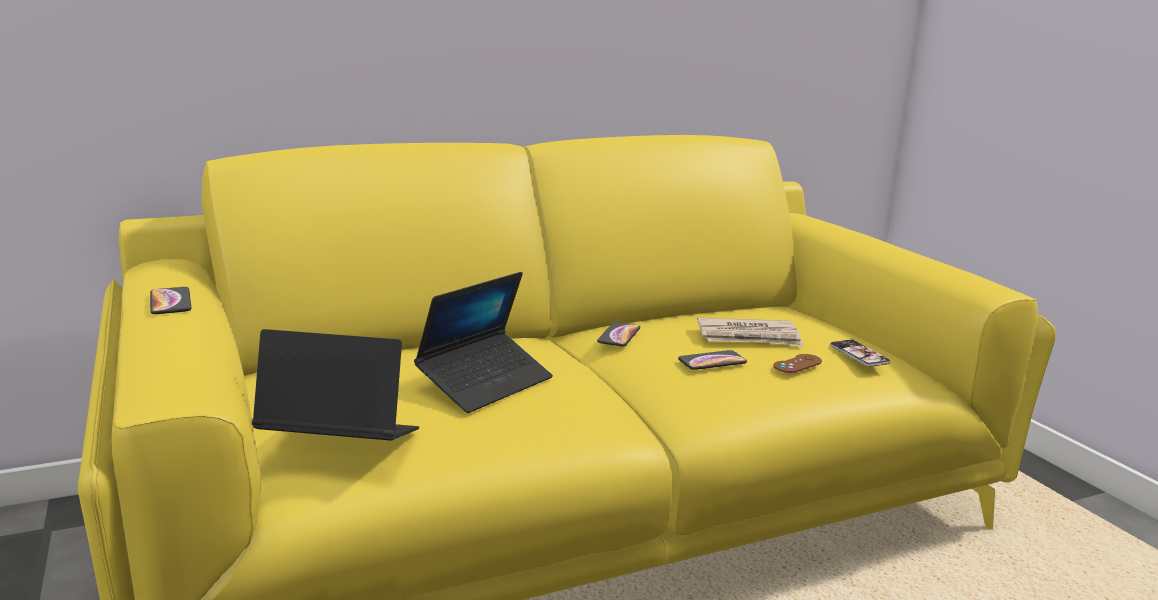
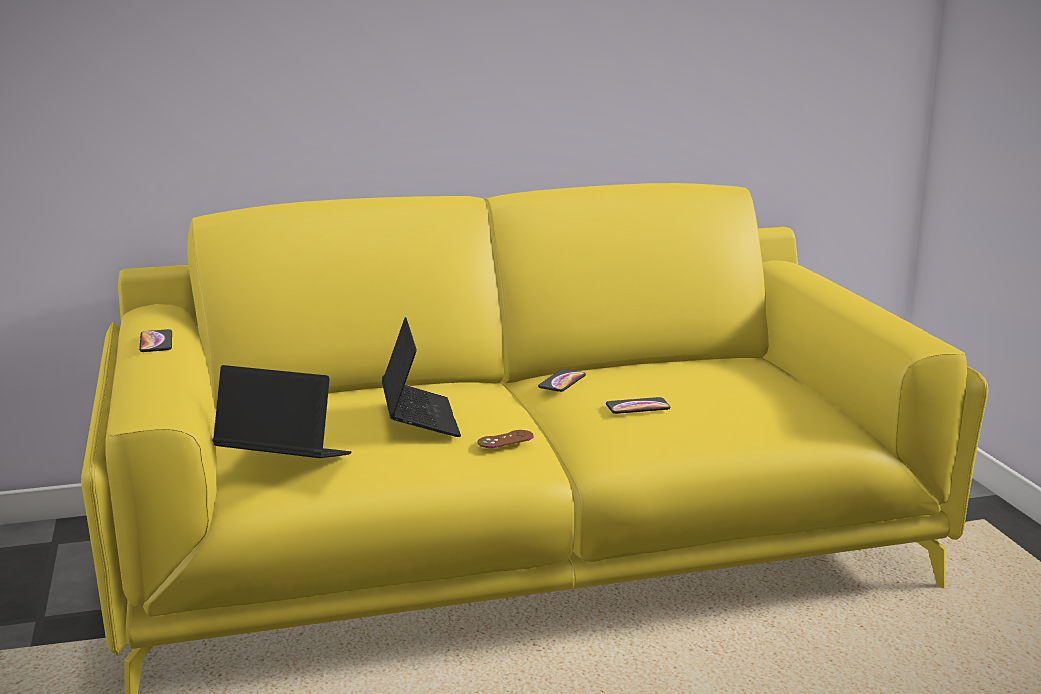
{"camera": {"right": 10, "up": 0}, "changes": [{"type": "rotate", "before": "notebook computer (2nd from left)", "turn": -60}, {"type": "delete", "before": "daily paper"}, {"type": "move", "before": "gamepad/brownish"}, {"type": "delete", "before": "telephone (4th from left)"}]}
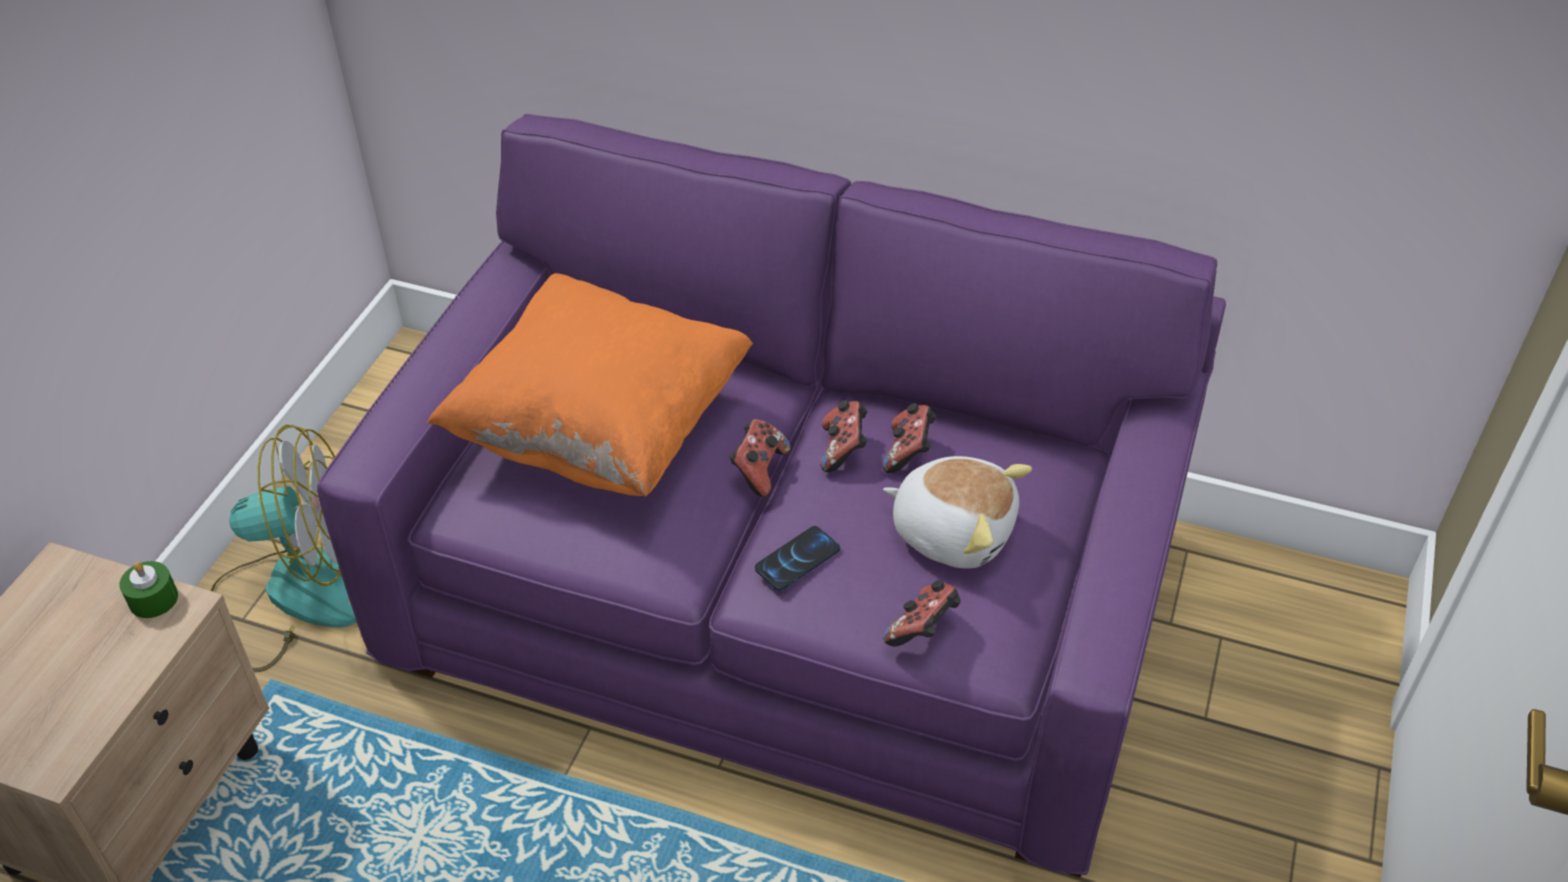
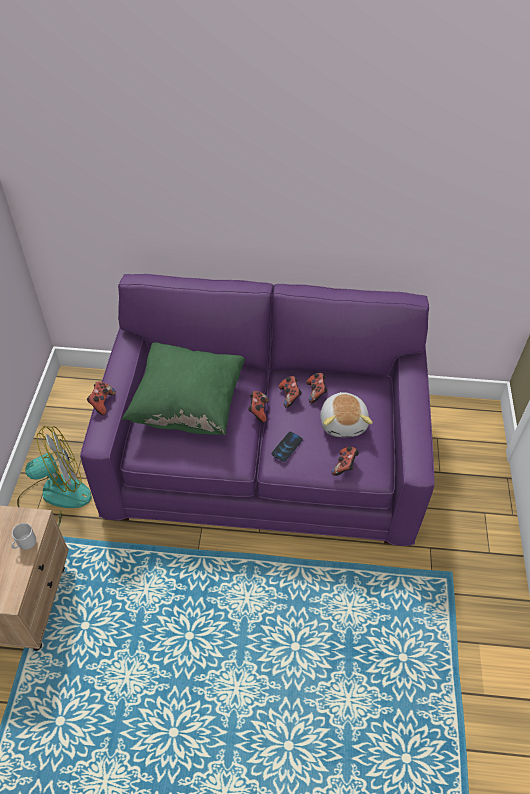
{"camera": {"right": -15, "up": 5}, "changes": [{"type": "delete", "before": "wax light/green-coloured"}, {"type": "recolor", "before": "throw pillow/orangey", "after": "throw pillow/green-coloured"}, {"type": "rotate", "before": "plush toy", "turn": 75}, {"type": "insert", "after": "tea mug"}, {"type": "insert", "after": "gamepad (1st from left)"}]}
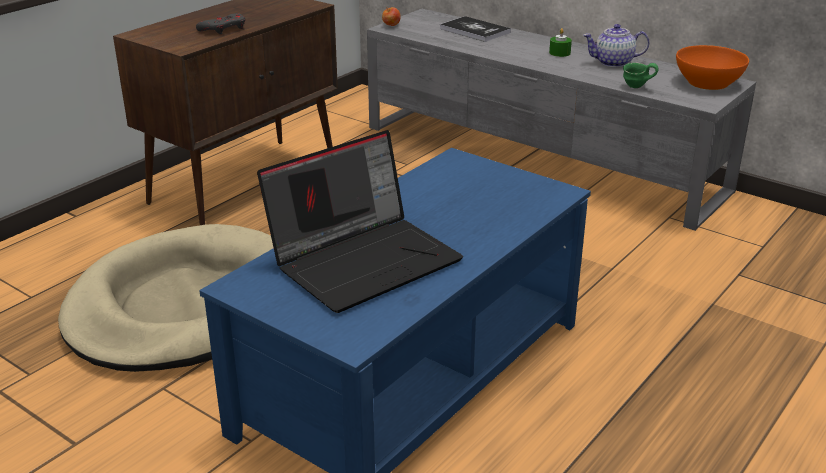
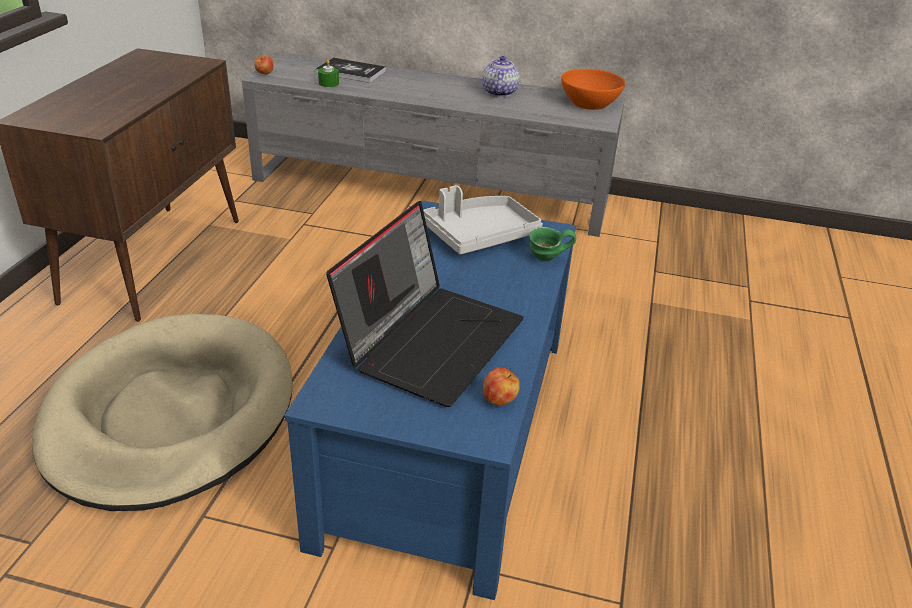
{"camera": {"right": -25, "up": 5}, "changes": [{"type": "delete", "before": "gamepad/greyish"}, {"type": "move", "before": "wax light/green-coloured"}, {"type": "rotate", "before": "tea pot", "turn": 120}, {"type": "move", "before": "tea mug/green-coloured"}, {"type": "insert", "after": "carrying tray/greyish"}, {"type": "insert", "after": "apple (2nd from left)"}]}
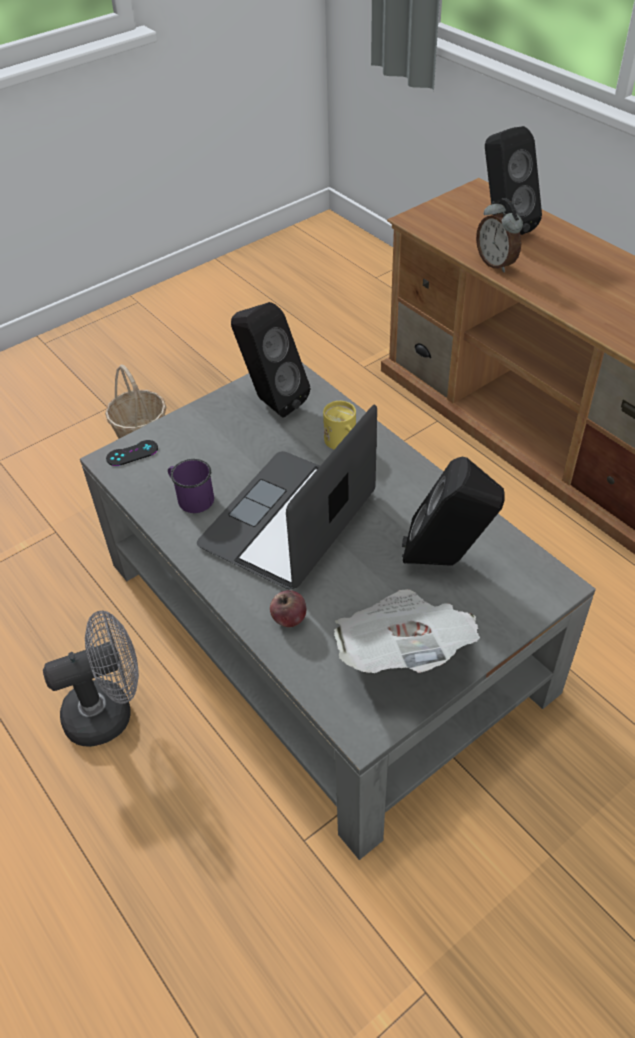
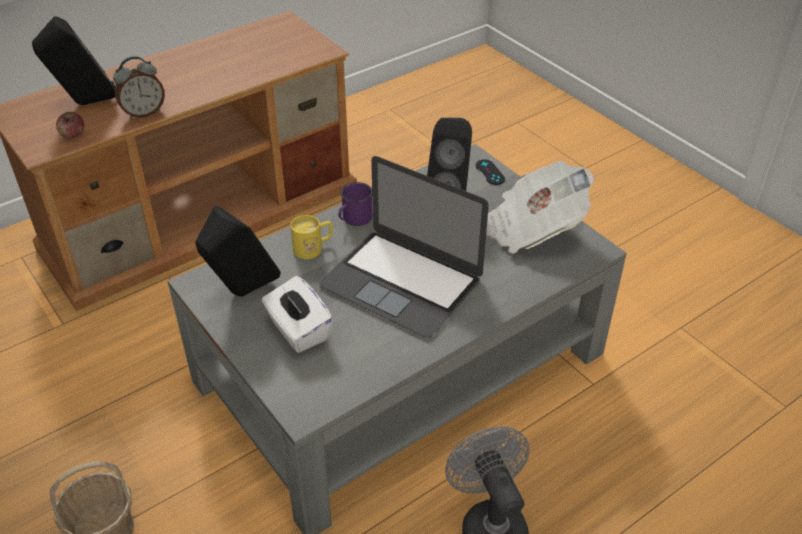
{"camera": {"right": -90, "up": -5}, "changes": [{"type": "move", "before": "gamepad/blackish"}, {"type": "move", "before": "tea mug/purplish"}, {"type": "move", "before": "apple"}, {"type": "insert", "after": "box of tissues/white-coloured"}]}
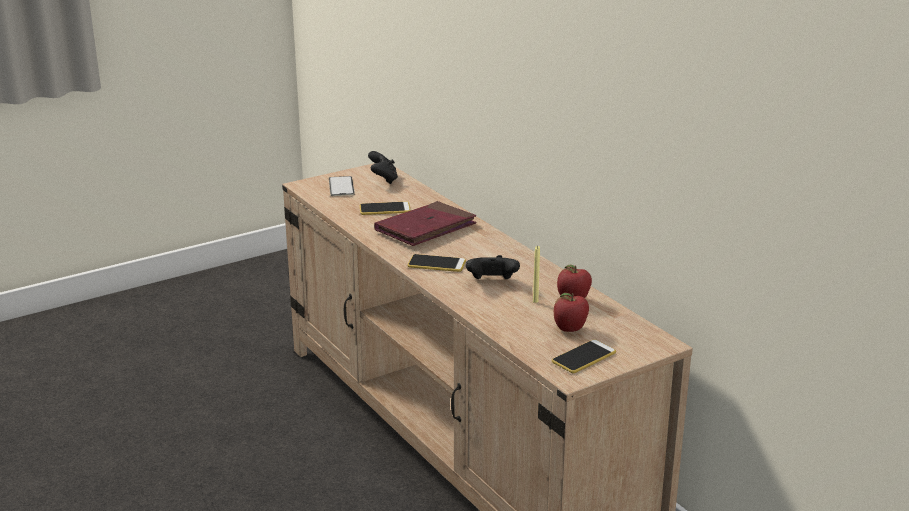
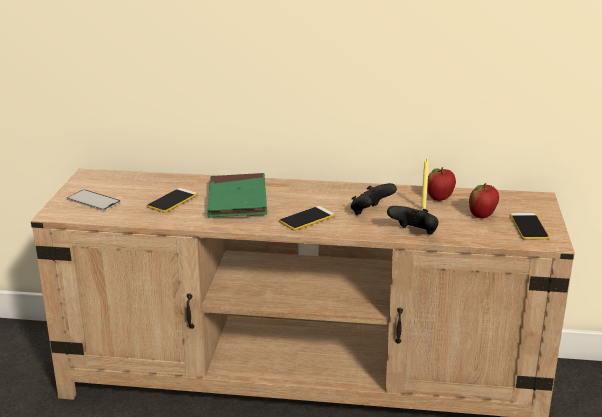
{"camera": {"right": -50, "up": 0}, "changes": [{"type": "move", "before": "gamepad/blackish (1st from left in the first image)", "after": "gamepad/blackish (2nd from left)"}, {"type": "recolor", "before": "book/red", "after": "book/green-coloured"}]}
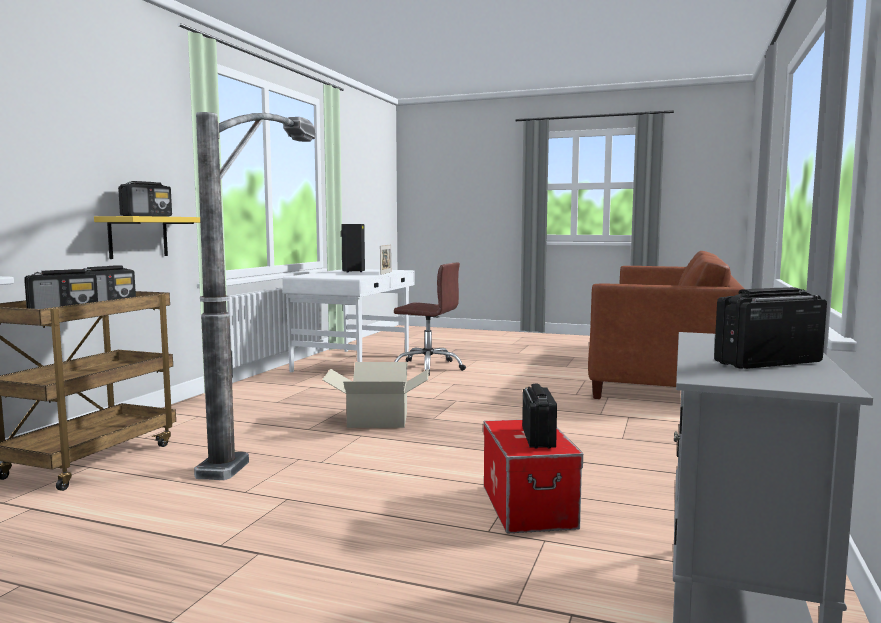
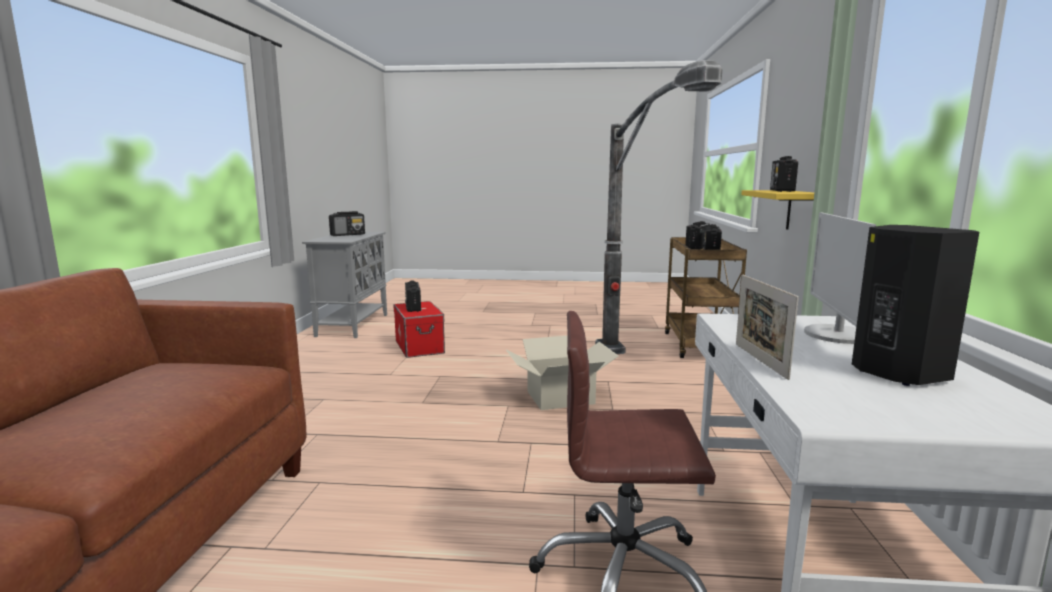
{"camera": {"right": 165, "up": 5}, "changes": [{"type": "insert", "after": "computer screen"}]}
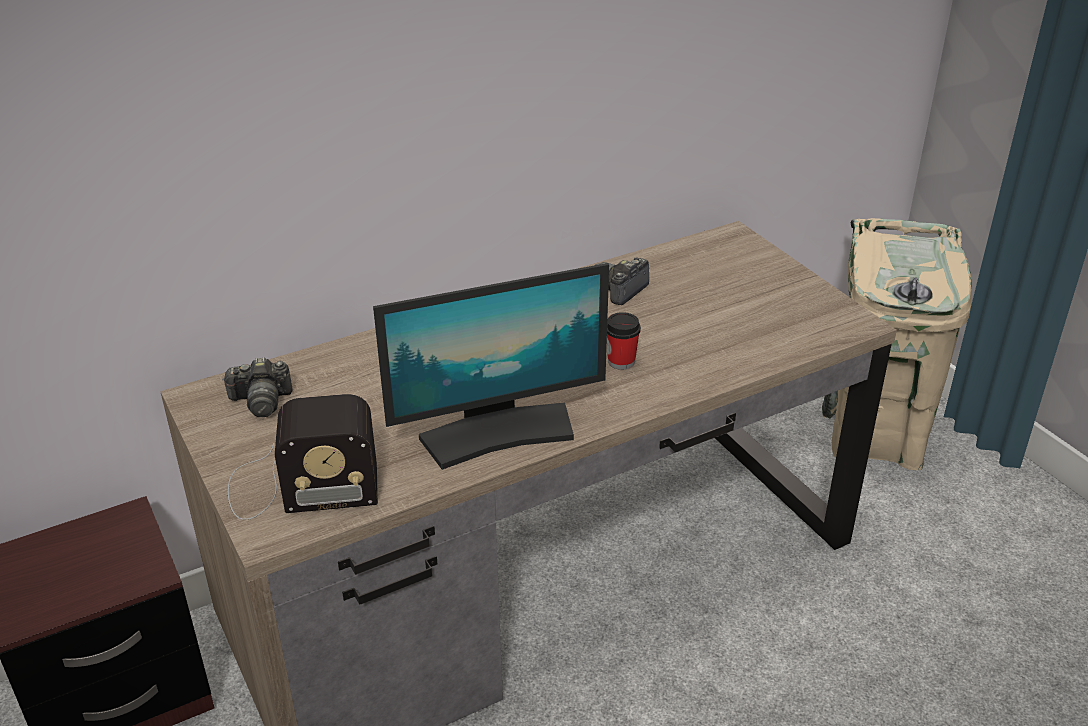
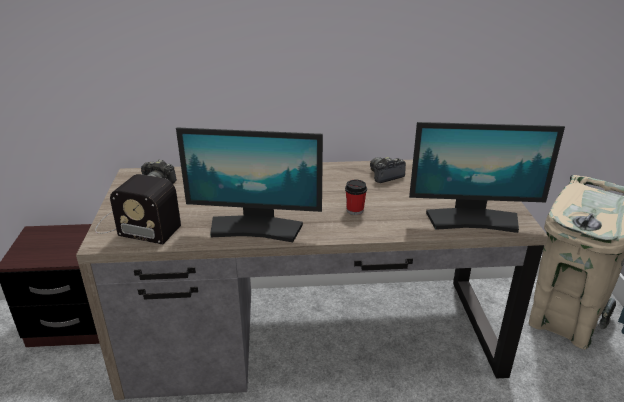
{"camera": {"right": 25, "up": -5}, "changes": [{"type": "insert", "after": "computer screen (2nd from left)"}]}
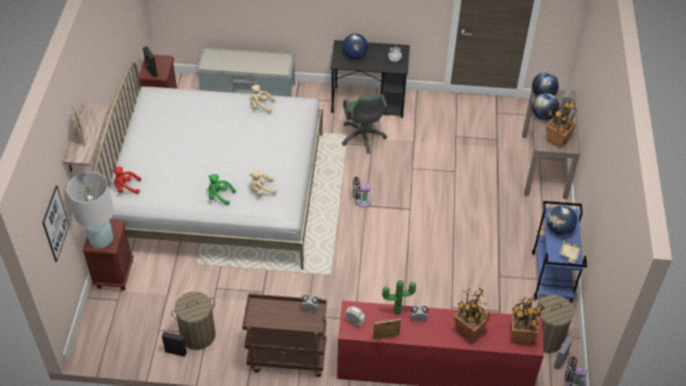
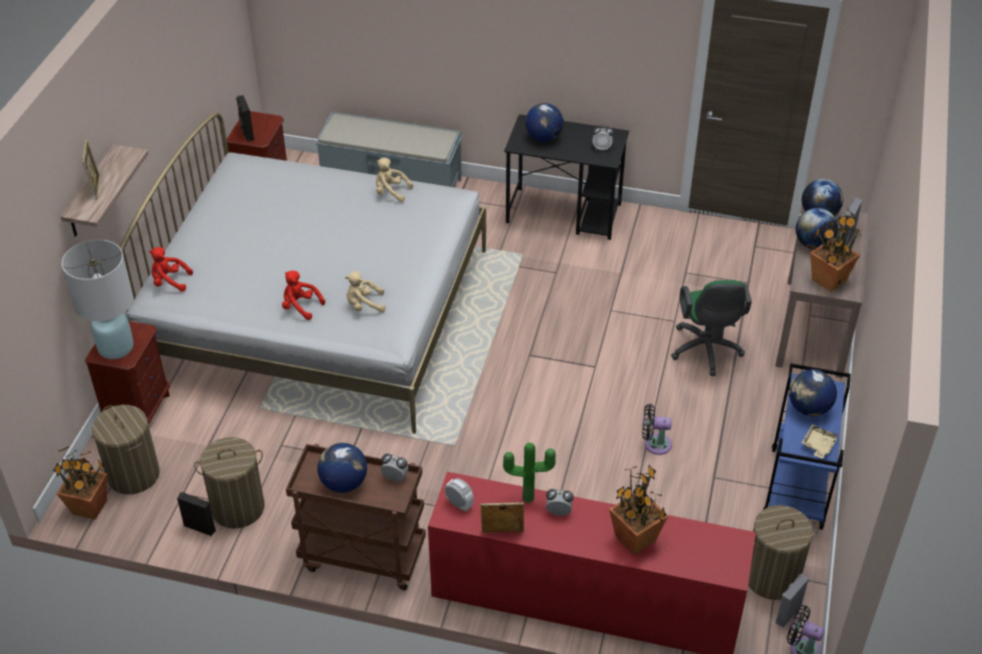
{"camera": {"right": 10, "up": -5}, "changes": [{"type": "delete", "before": "picture"}, {"type": "recolor", "before": "plush toy/green-coloured", "after": "plush toy/red (2nd from left)"}, {"type": "move", "before": "desk chair/green-coloured"}, {"type": "move", "before": "electric fan/blackish (1st from left)"}, {"type": "move", "before": "houseplant (3rd from left in the first image)", "after": "houseplant (1st from left)"}, {"type": "insert", "after": "washing basket (1st from left)"}, {"type": "insert", "after": "desk globe (1st from left)"}]}
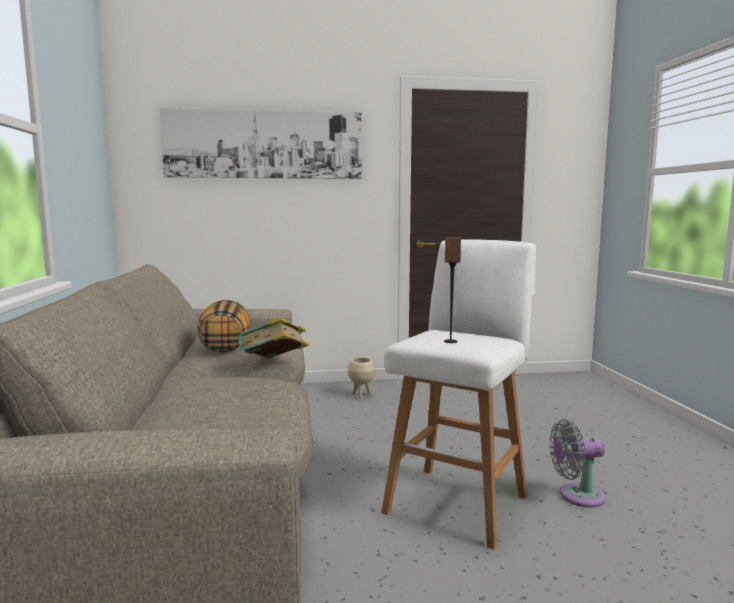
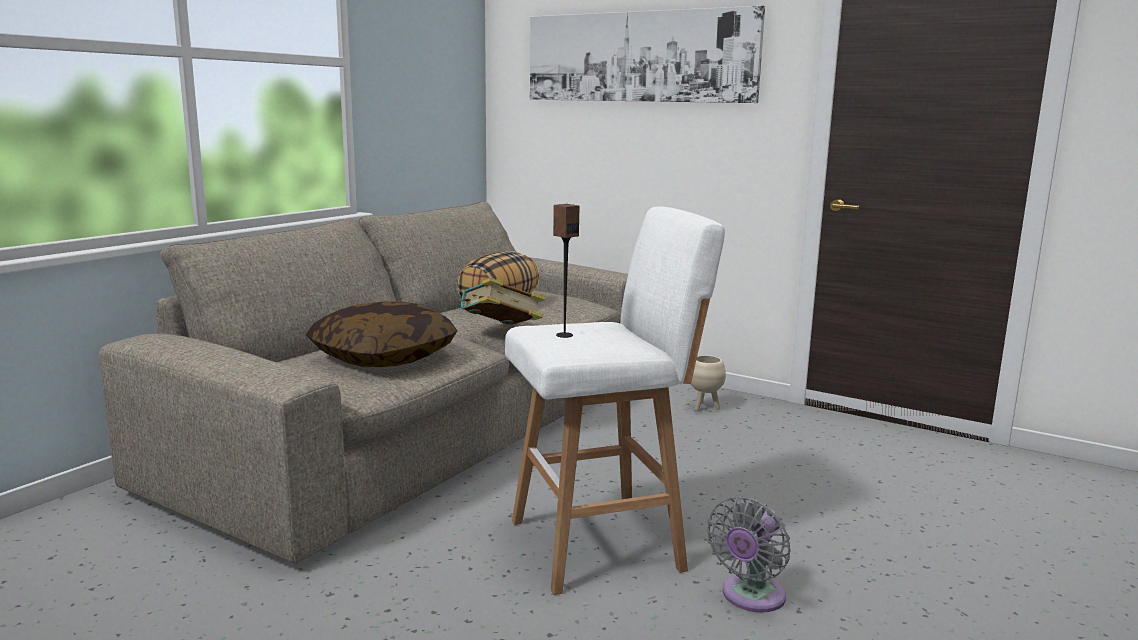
{"camera": {"right": 40, "up": 5}, "changes": [{"type": "rotate", "before": "electric fan/greyish", "turn": -90}, {"type": "insert", "after": "throw pillow (1st from left)"}]}
